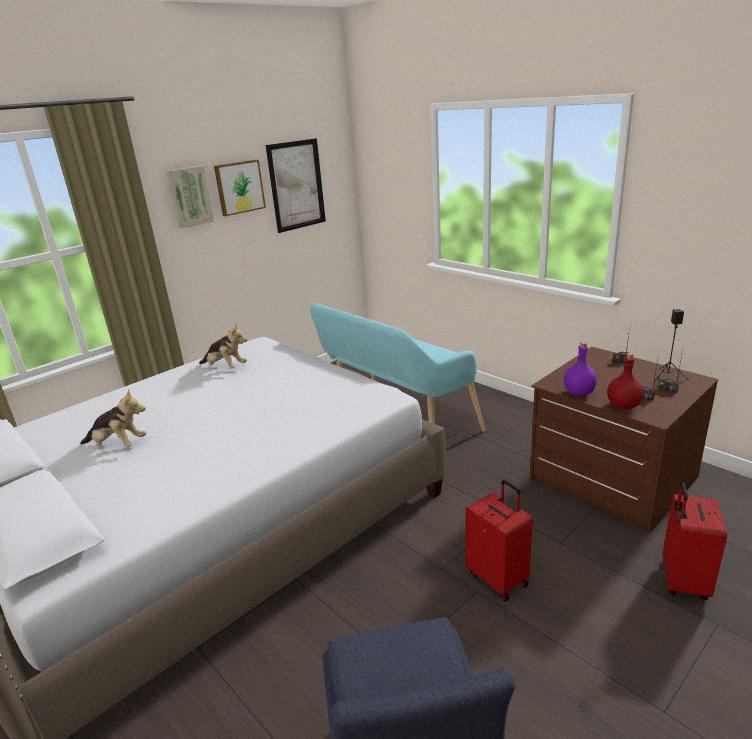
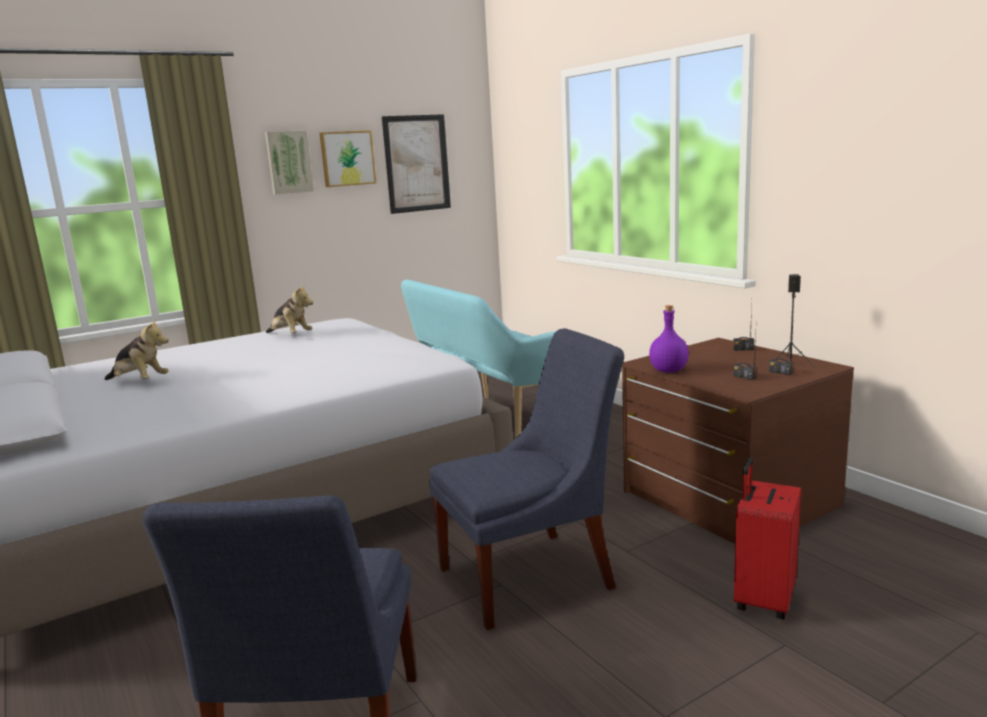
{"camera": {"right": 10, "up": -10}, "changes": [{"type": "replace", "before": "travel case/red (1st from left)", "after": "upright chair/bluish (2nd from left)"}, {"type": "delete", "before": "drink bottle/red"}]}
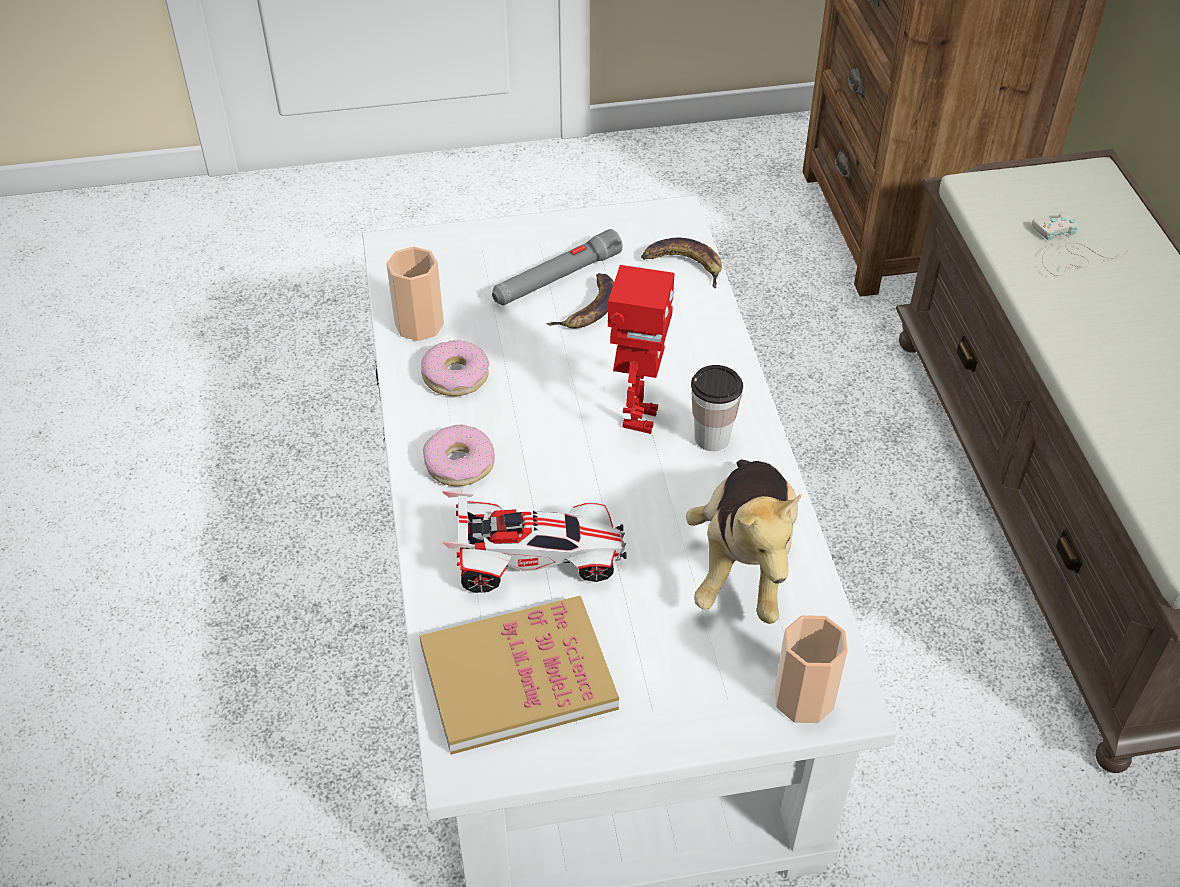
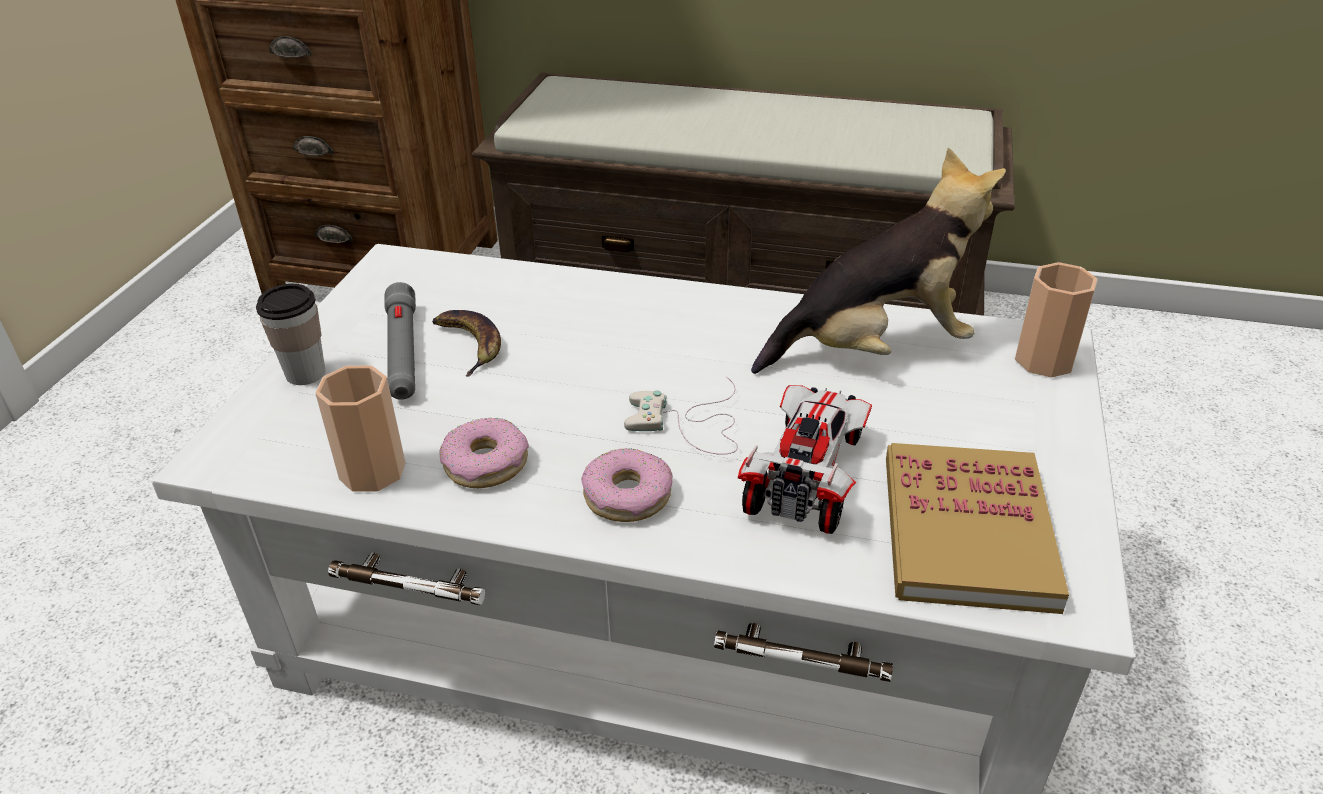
{"camera": {"right": -65, "up": -10}, "changes": [{"type": "delete", "before": "robot figure"}, {"type": "delete", "before": "banana (2nd from left)"}, {"type": "rotate", "before": "plush toy", "turn": -45}, {"type": "move", "before": "small cup (2nd from left in the first image)", "after": "small cup (1st from left)"}, {"type": "move", "before": "gamepad/white-coloured"}]}
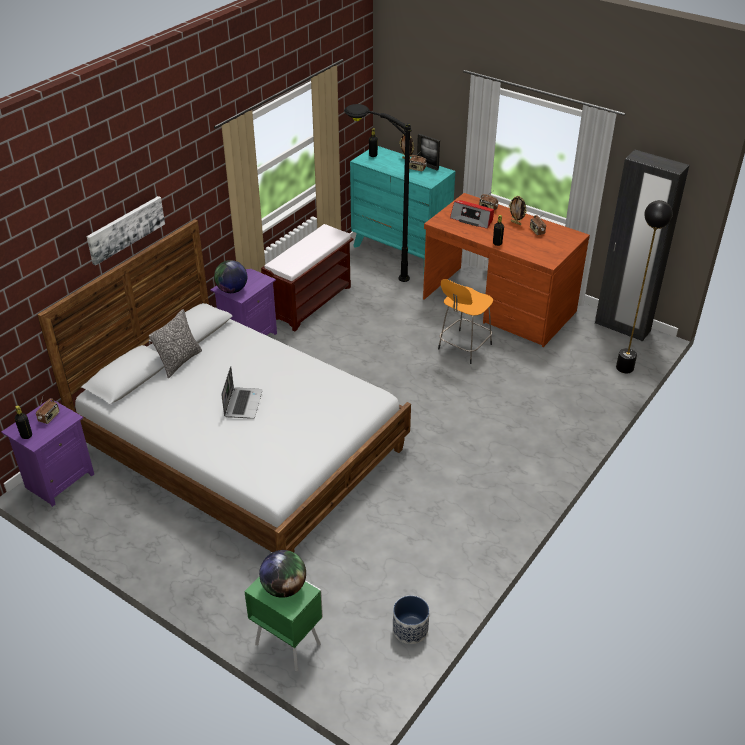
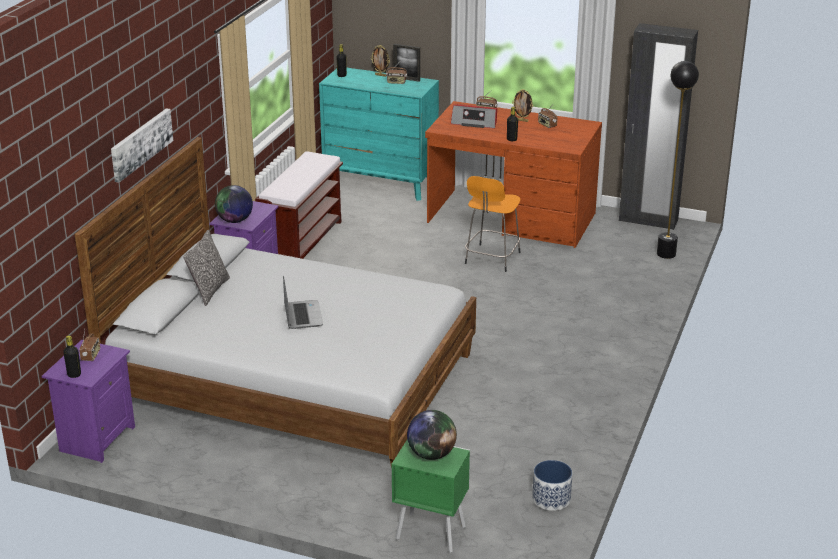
{"camera": {"right": -15, "up": -10}, "changes": [{"type": "delete", "before": "standing lamp/blackish (1st from left)"}]}
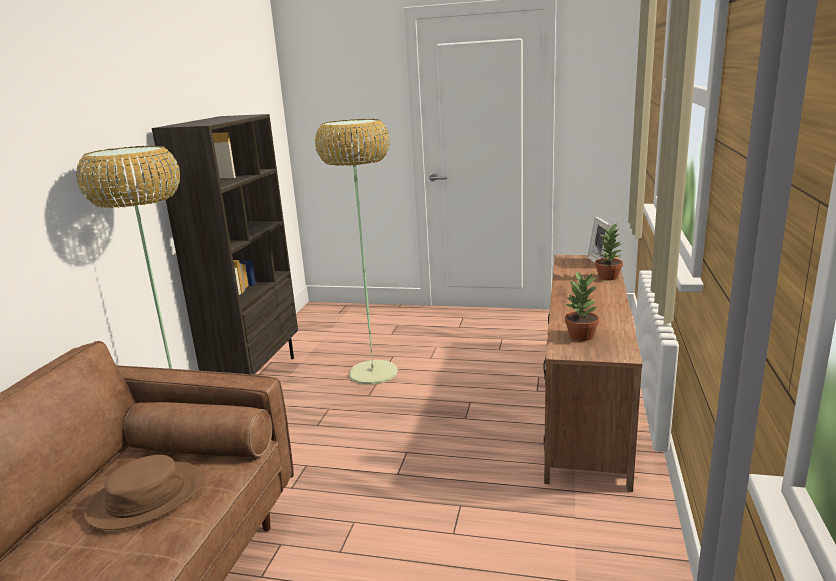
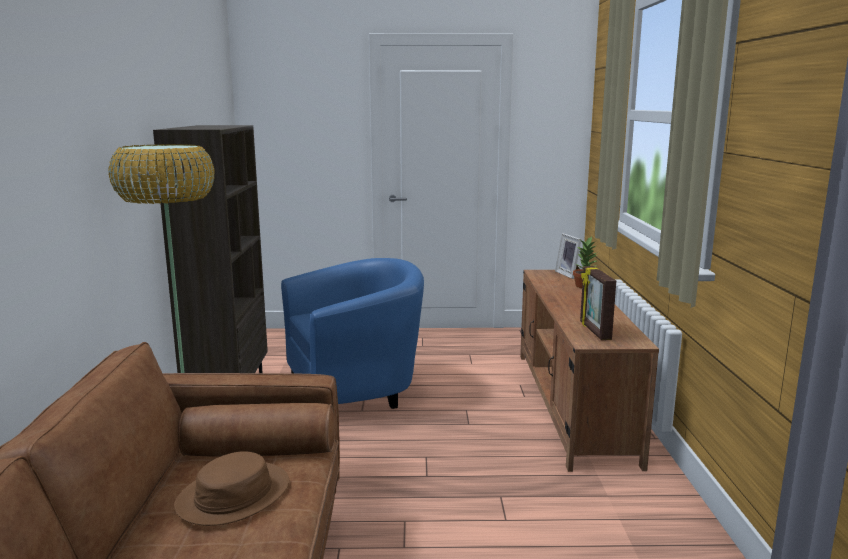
{"camera": {"right": -15, "up": -5}, "changes": [{"type": "replace", "before": "standing lamp (2nd from left)", "after": "lounge chair/bluish"}, {"type": "replace", "before": "houseplant (1st from left)", "after": "standing frame (2nd from left)"}]}
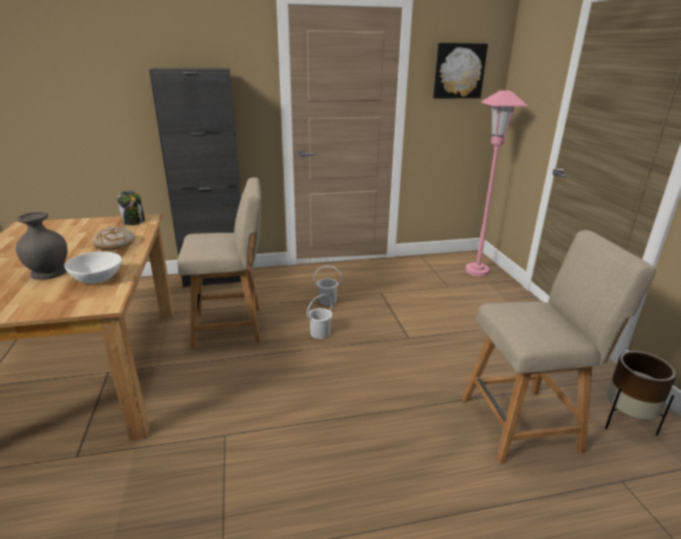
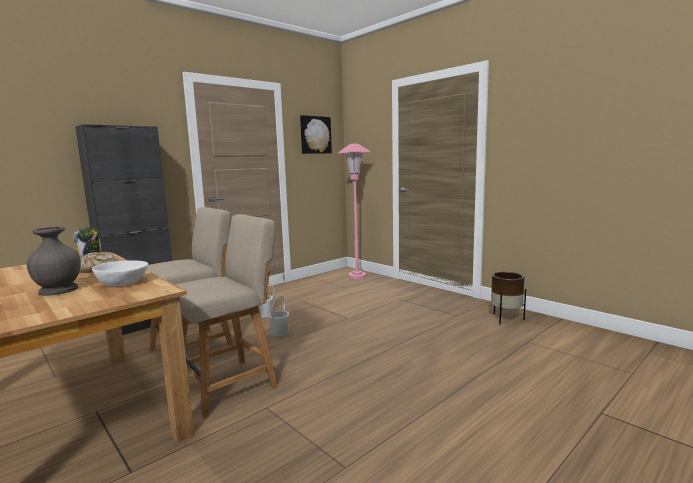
{"camera": {"right": -30, "up": -15}, "changes": [{"type": "move", "before": "upright chair/beige (2nd from left)"}]}
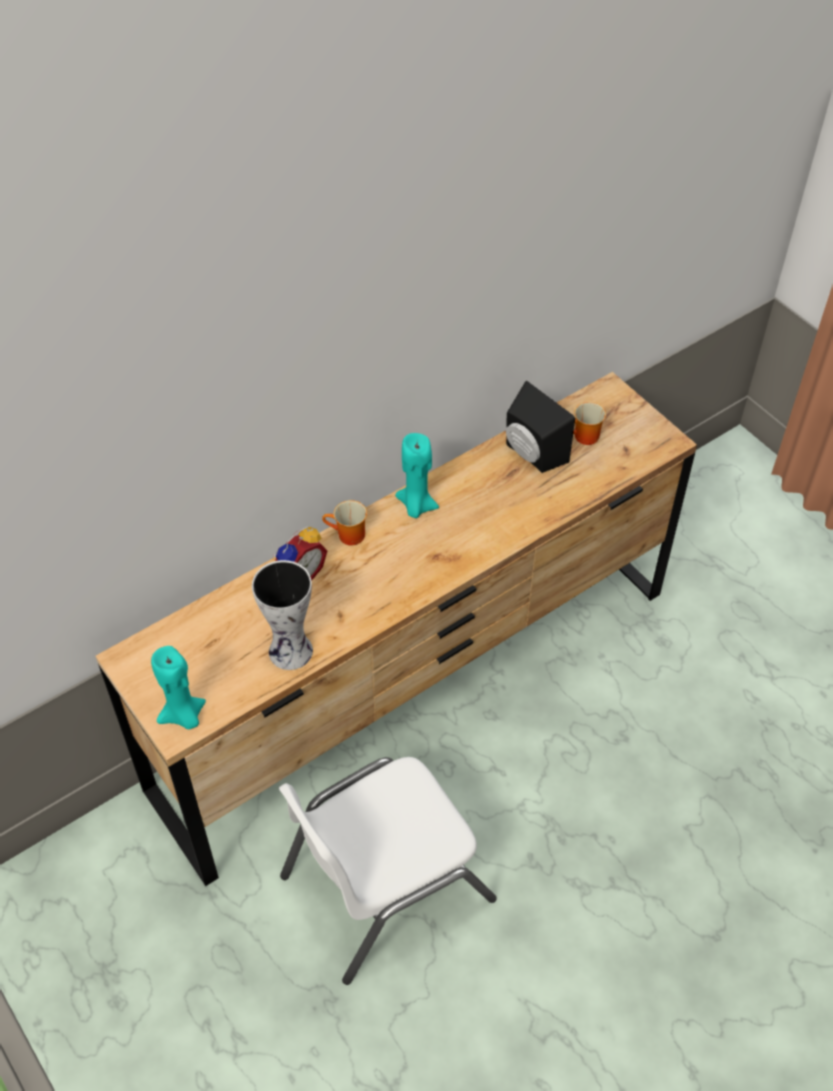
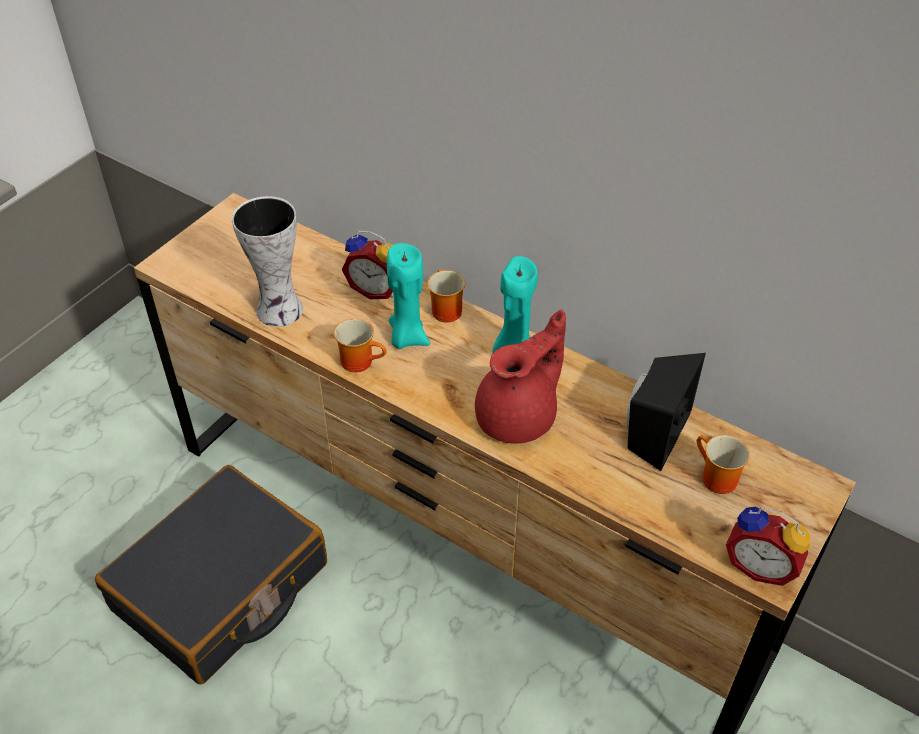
{"camera": {"right": 70, "up": -5}, "changes": [{"type": "move", "before": "wax light/blue-green (1st from left)"}, {"type": "replace", "before": "upright chair/white-coloured", "after": "travel case/blackish"}, {"type": "insert", "after": "tea mug (1st from left)"}, {"type": "insert", "after": "tea pot/red"}, {"type": "insert", "after": "alarm clock (2nd from left)"}]}
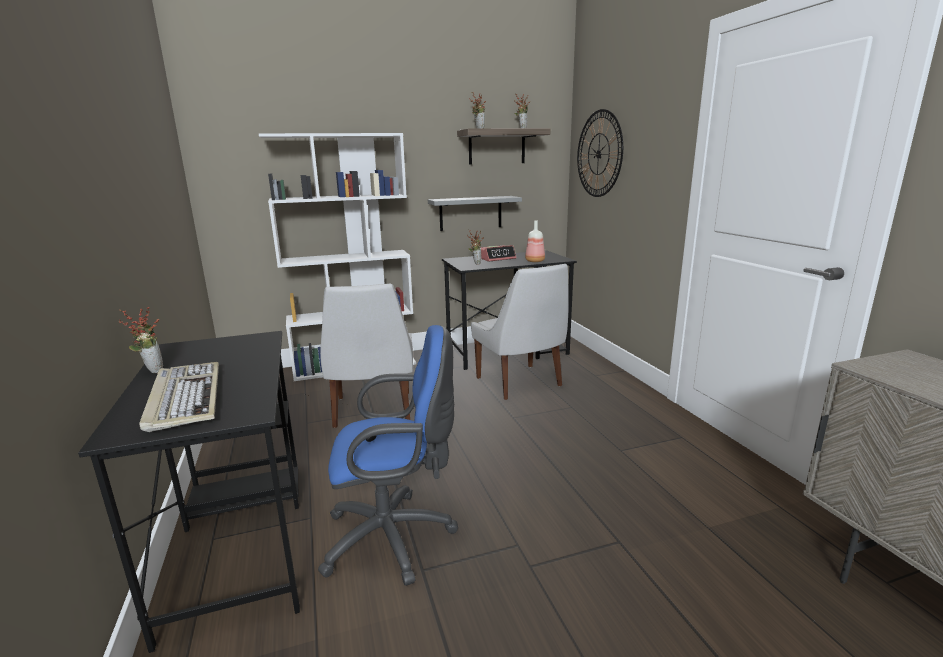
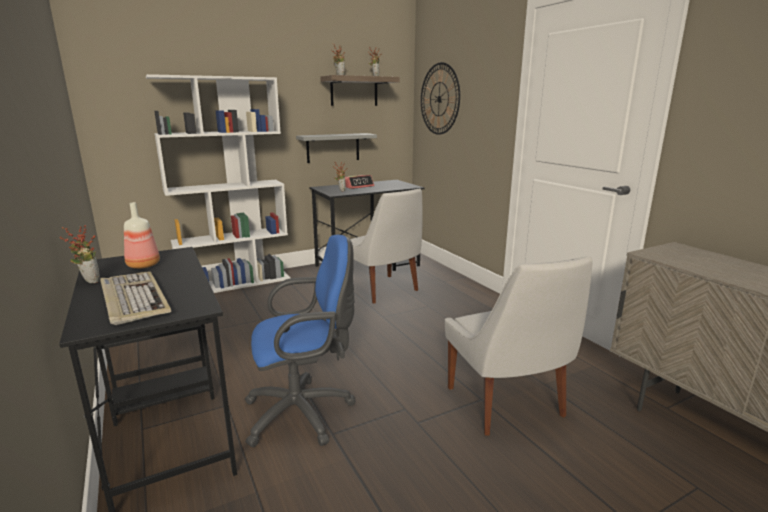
{"camera": {"right": -10, "up": 0}, "changes": [{"type": "move", "before": "upright chair/white-coloured (1st from left in the first image)", "after": "upright chair/white-coloured (2nd from left)"}, {"type": "move", "before": "drink bottle"}]}
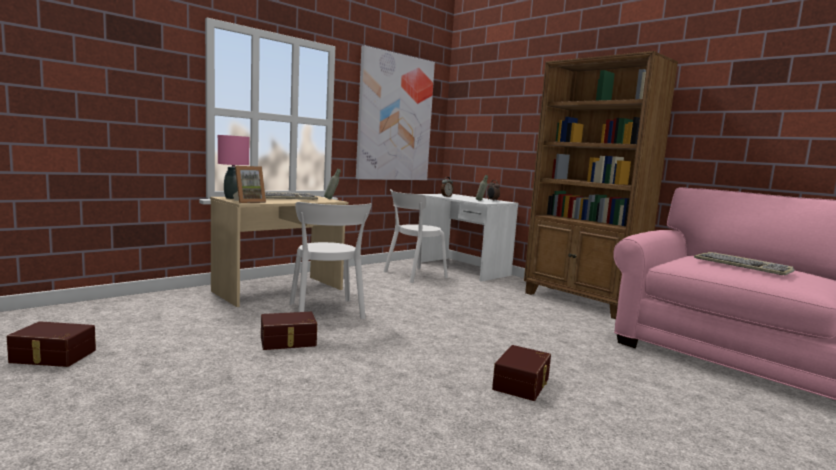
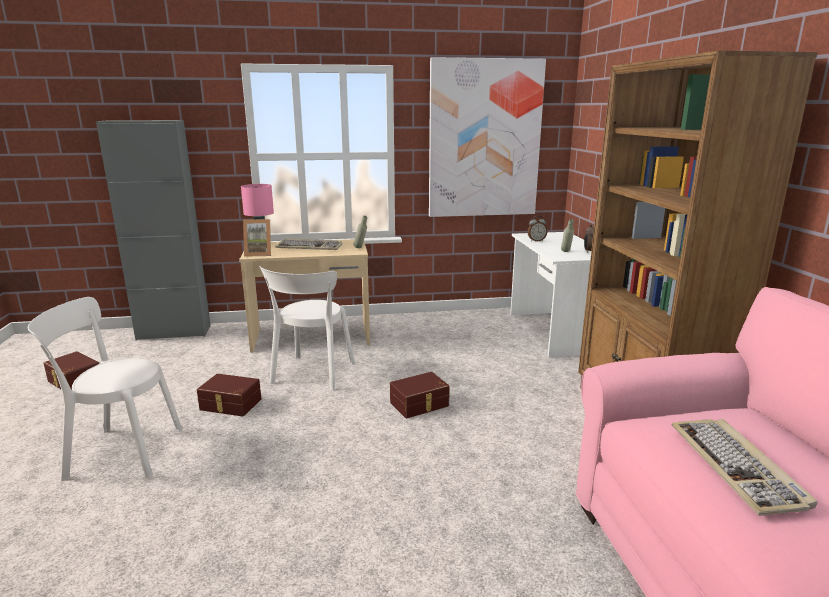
{"camera": {"right": 35, "up": 10}, "changes": [{"type": "move", "before": "upright chair/white-coloured (2nd from left in the first image)", "after": "upright chair/white-coloured (1st from left)"}, {"type": "move", "before": "storage bin/brownish (3rd from left)"}, {"type": "insert", "after": "cupboard/greyish"}]}
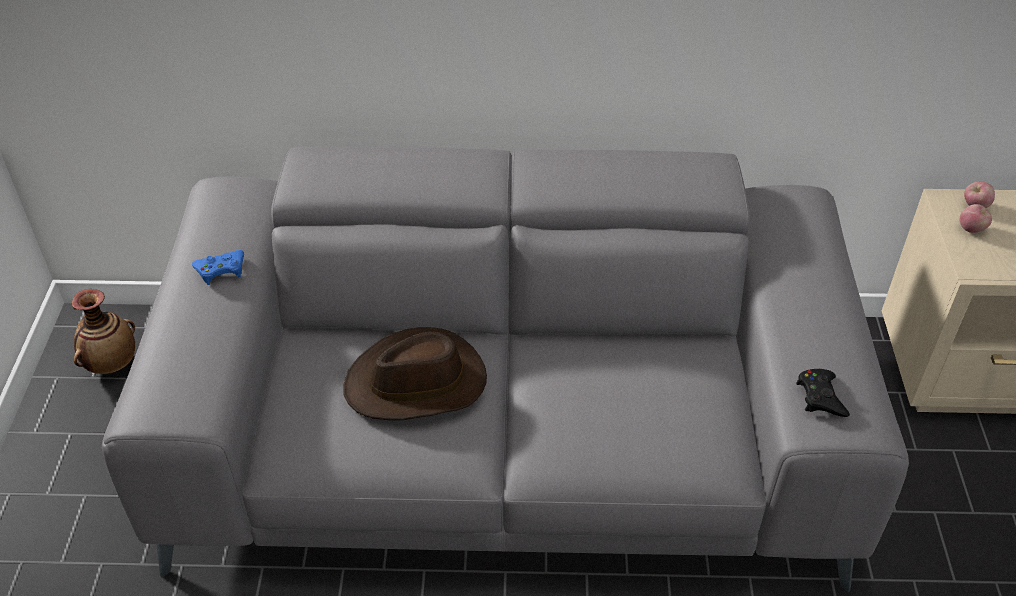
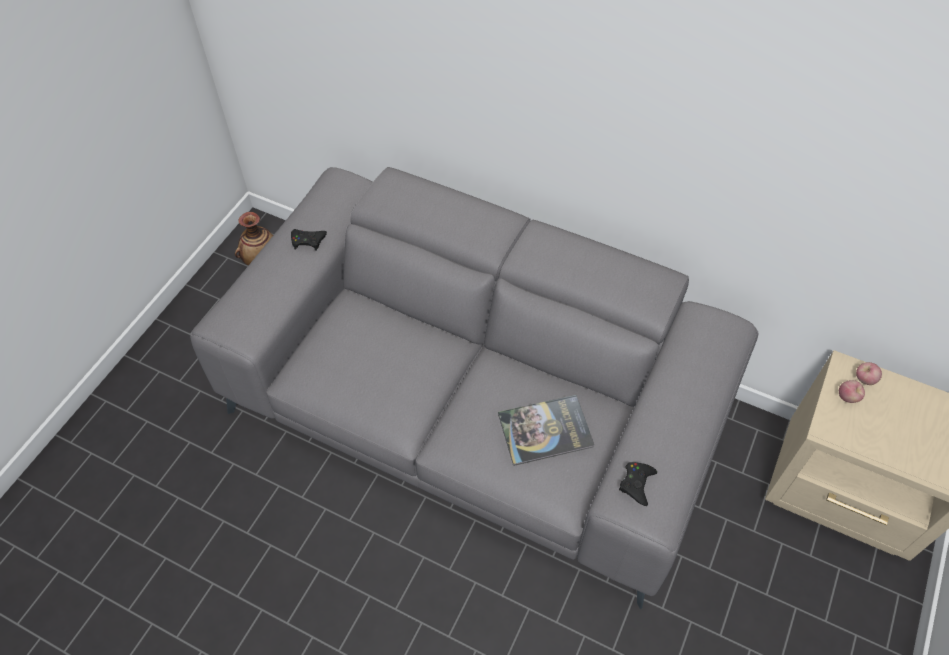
{"camera": {"right": 25, "up": 10}, "changes": [{"type": "recolor", "before": "gamepad/bluish", "after": "gamepad/blackish (1st from left)"}, {"type": "delete", "before": "wearable hat/brownish"}, {"type": "insert", "after": "book"}]}
